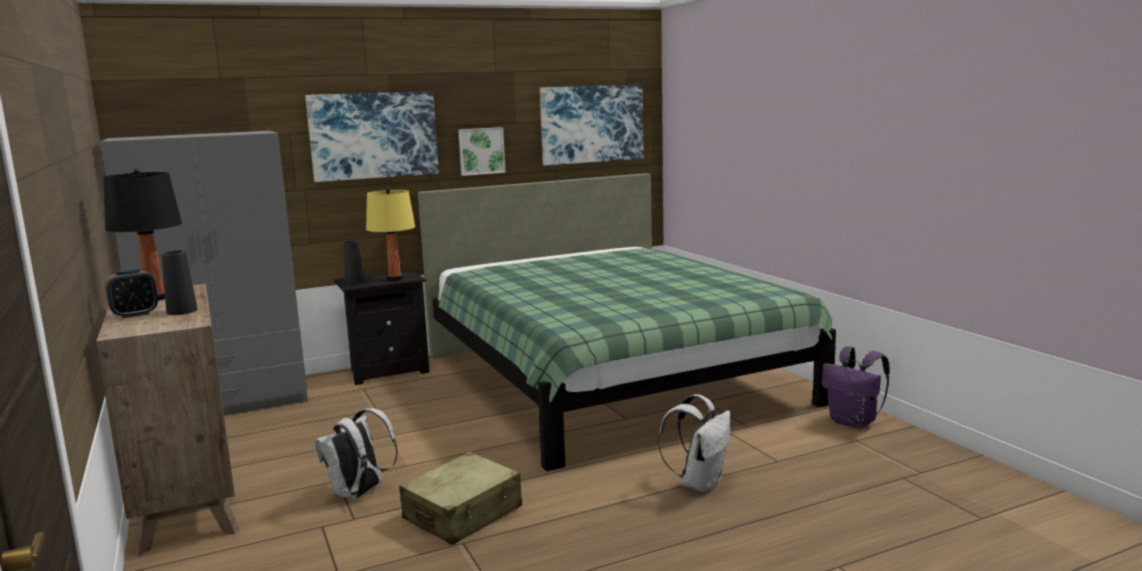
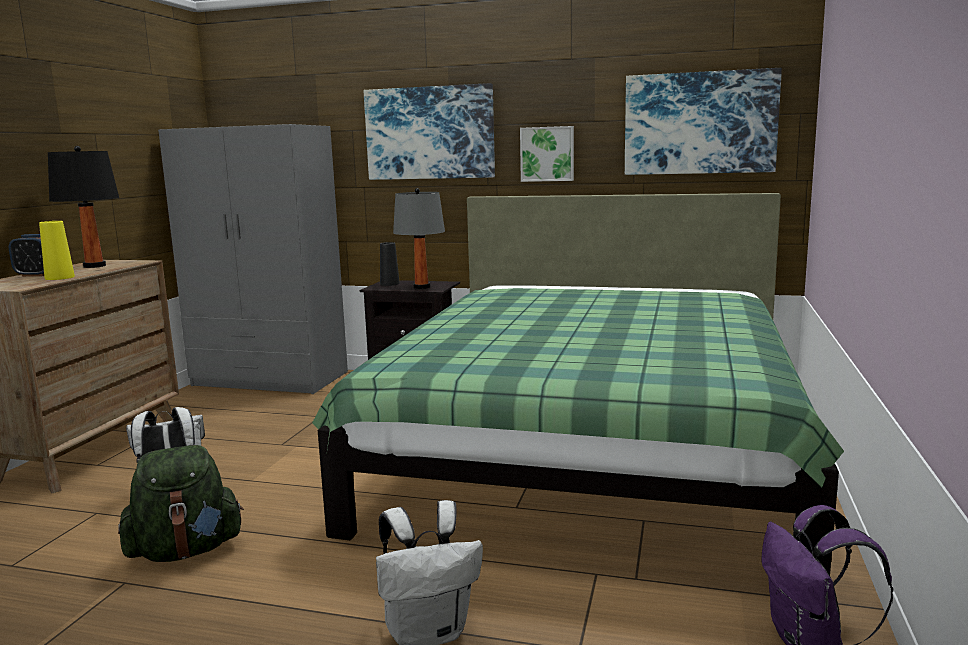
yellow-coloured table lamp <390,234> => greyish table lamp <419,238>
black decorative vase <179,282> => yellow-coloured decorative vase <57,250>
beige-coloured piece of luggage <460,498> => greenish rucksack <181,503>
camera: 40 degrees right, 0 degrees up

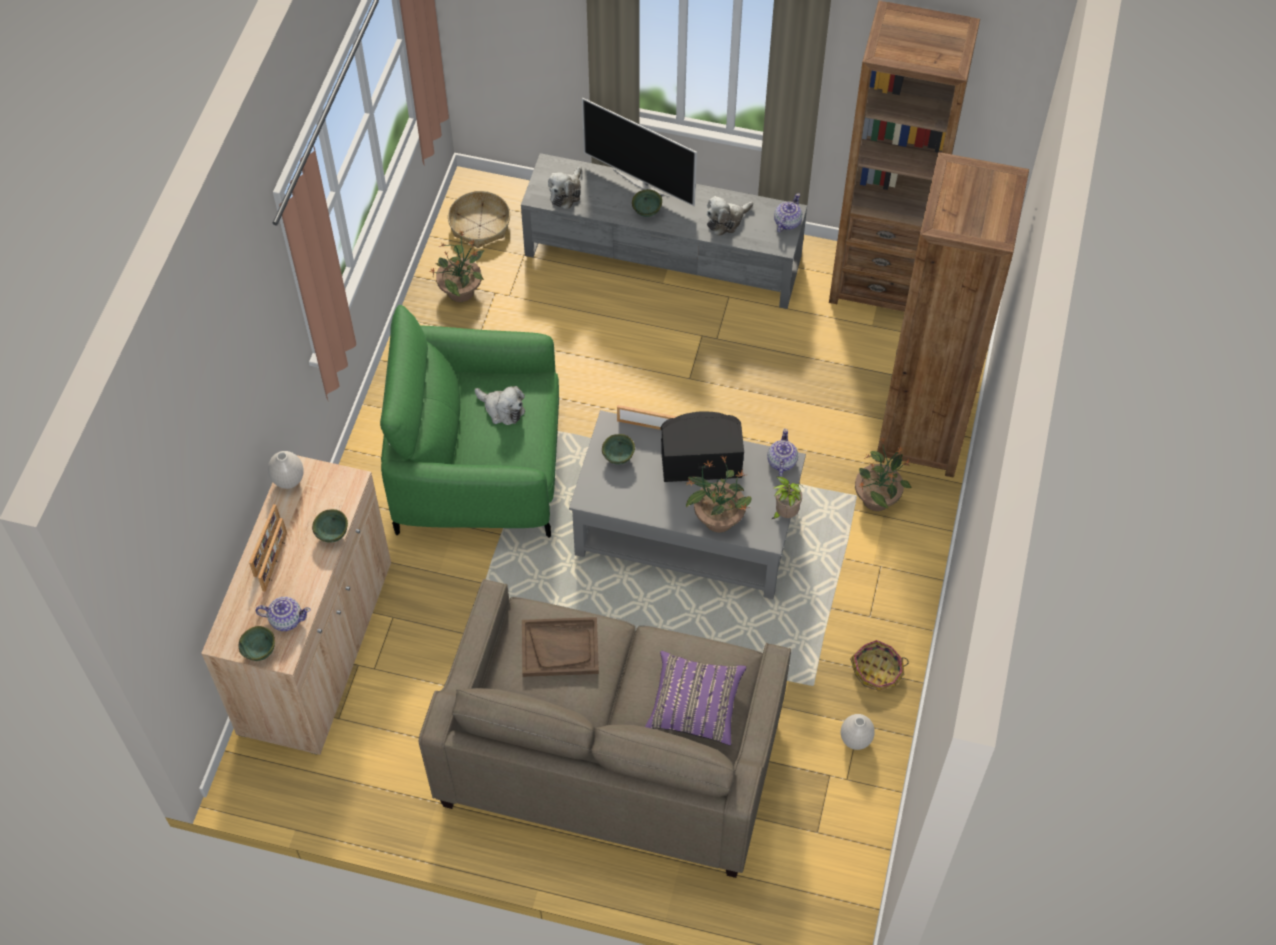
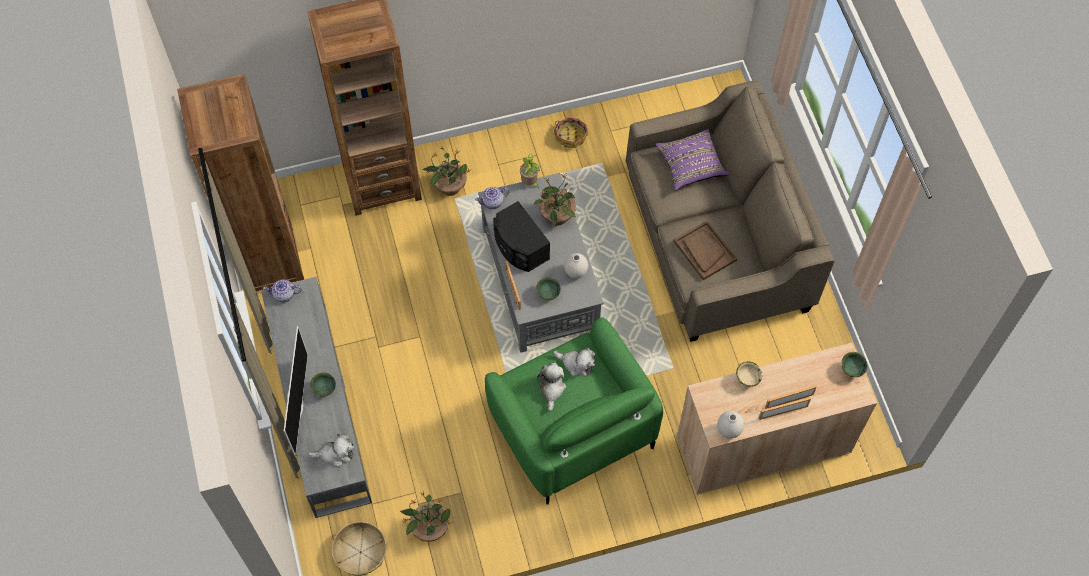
plush toy <730,216> => plush toy <574,362>, shifted
greenish bowl <330,526> => beige-coloured bowl <749,374>
tea pot <283,614> => nothing
white decorative vase <858,732> => white decorative vase <576,266>, shifted
camera: 120 degrees left, 5 degrees up

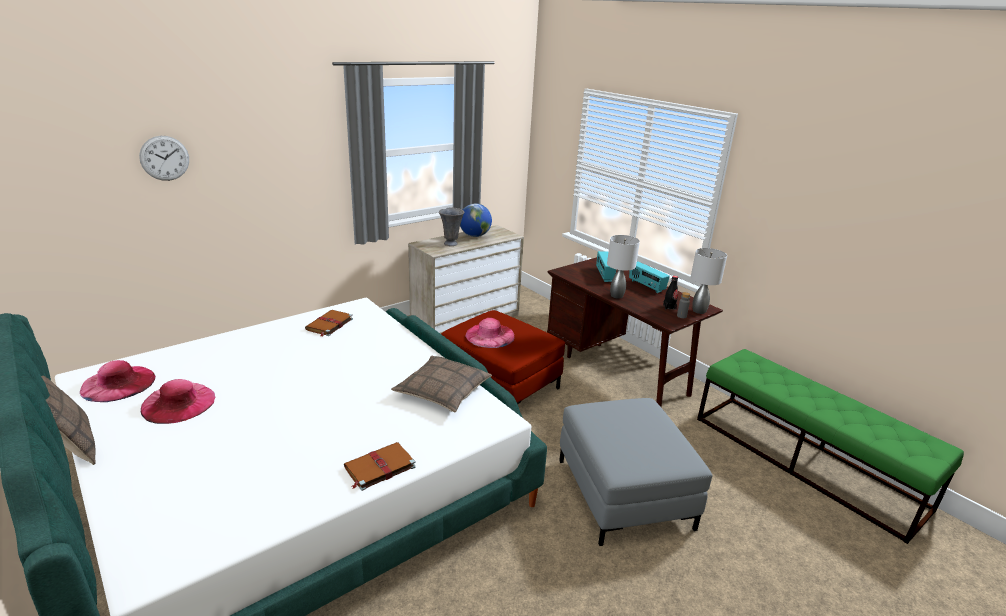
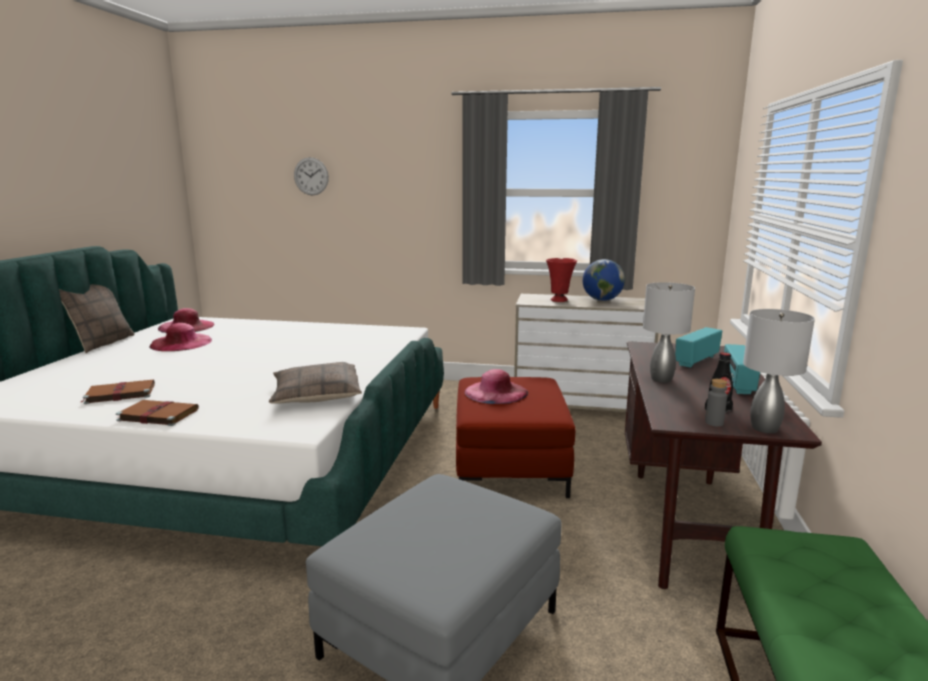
greyish decorative vase <451,227> => red-coloured decorative vase <561,280>
brownish volume <329,323> => brownish volume <118,392>, shifted
camera: 50 degrees right, 10 degrees down

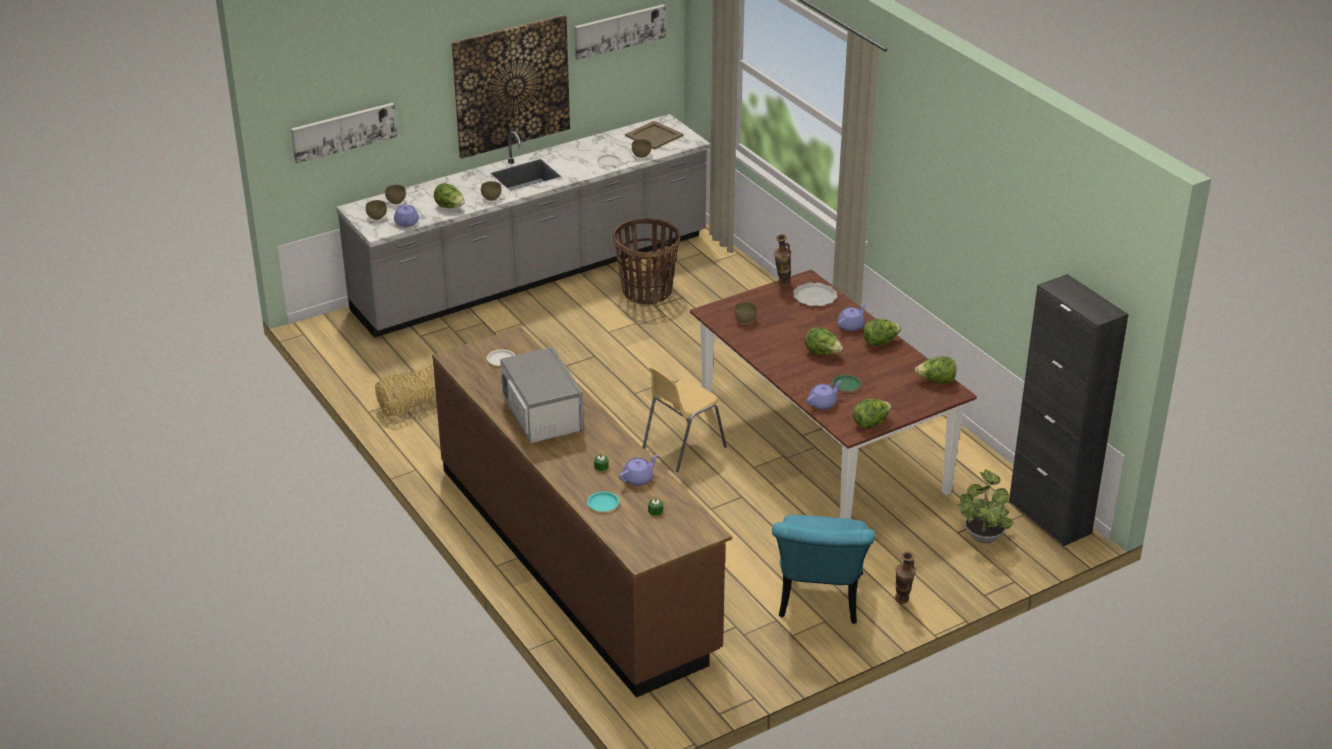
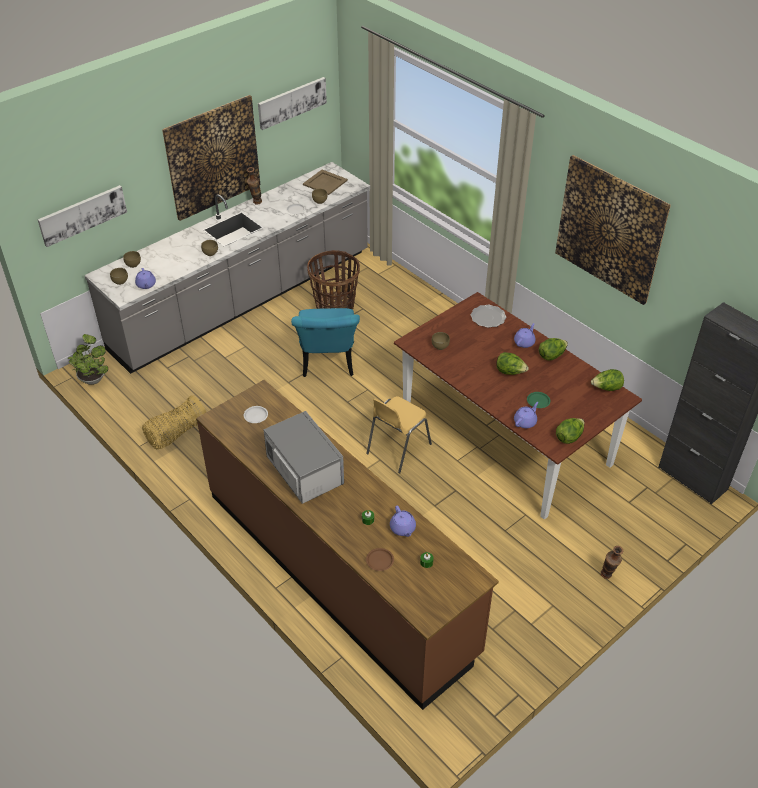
lettuce head <449,195> => nothing
decorative vase <782,260> => decorative vase <254,186>, shifted
purplish tea pot <638,470> => purplish tea pot <403,521>, 120 degrees clockwise
plant in a pot <985,506> => plant in a pot <88,359>, shifted
blue-green dinner plate <603,501> => brownish dinner plate <380,559>
blue-green chair <823,569> => blue-green chair <325,342>, shifted
nothing => picture <613,230>
camera: 10 degrees left, 10 degrees up

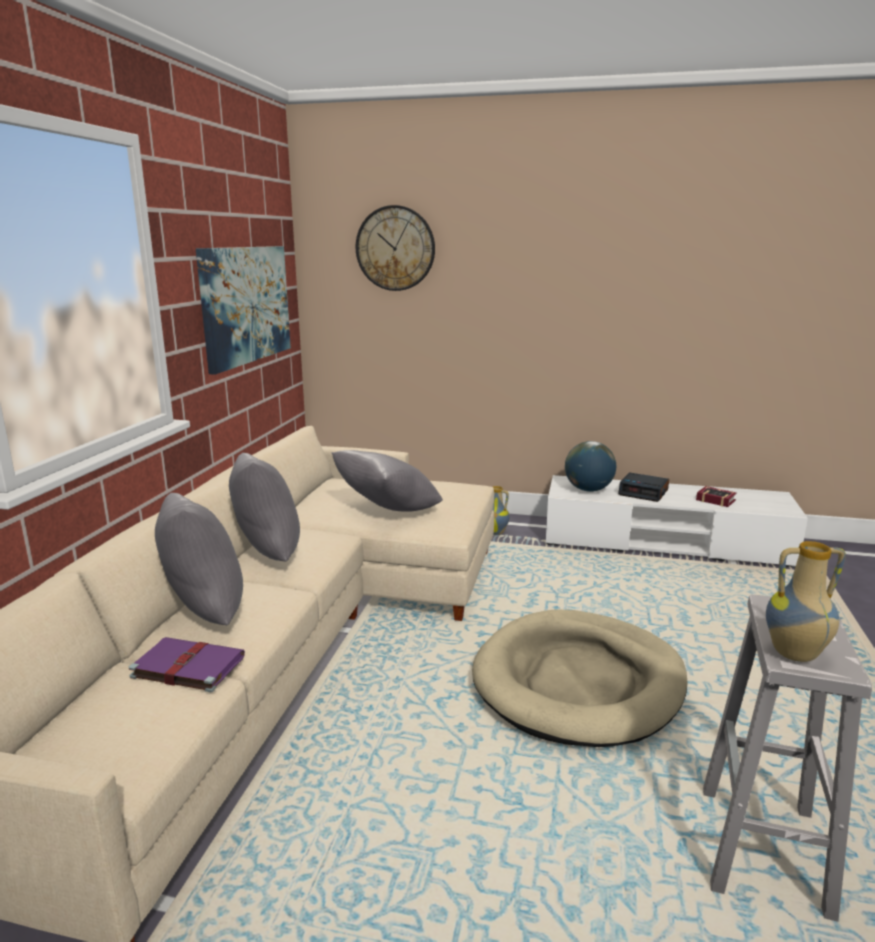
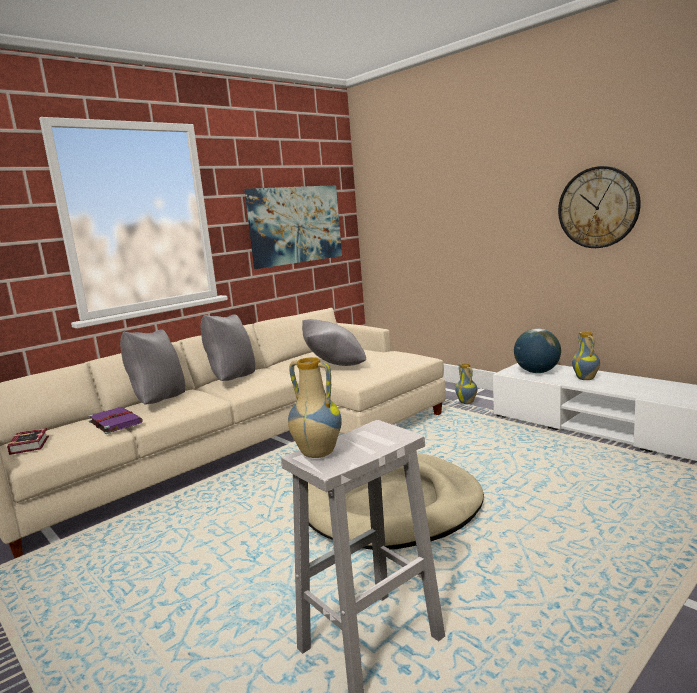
clock on the wall <395,248> => clock on the wall <599,207>, shifted
bedside clock <643,487> => decorative vase <586,356>
volume <716,496> => volume <28,441>, shifted
camera: 35 degrees right, 5 degrees down

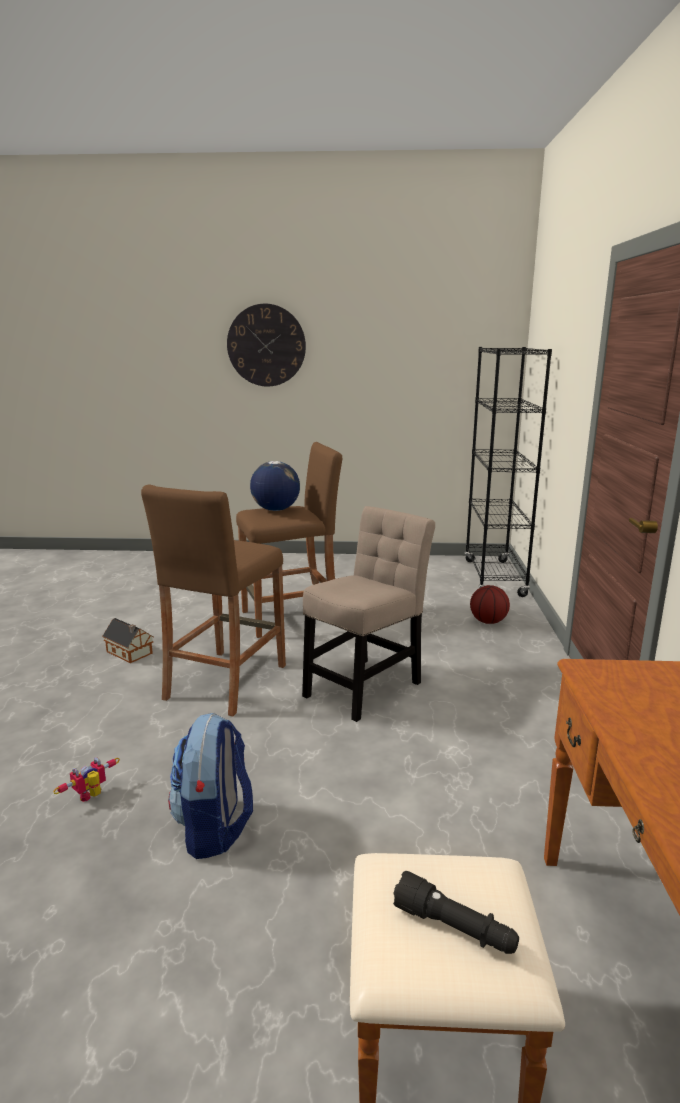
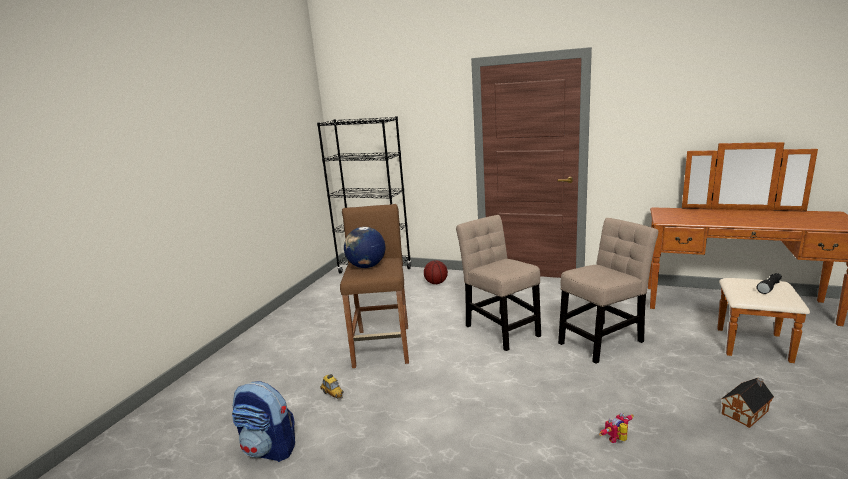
clock on the wall <266,345> => nothing
brownish stool seat <213,600> => nothing
model house <127,640> => model house <747,403>, shifted
rucksack <210,786> => rucksack <263,421>, shifted
model robot <86,779> => model robot <616,428>, 90 degrees clockwise
nothing => beige-coloured chair <608,291>
nothing => miniature car <332,386>
camera: 70 degrees left, 0 degrees up

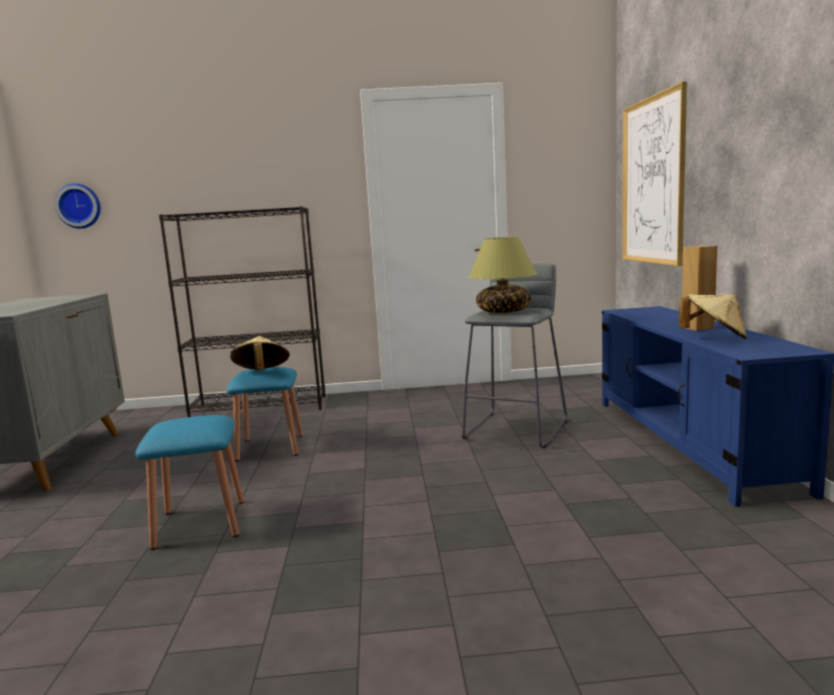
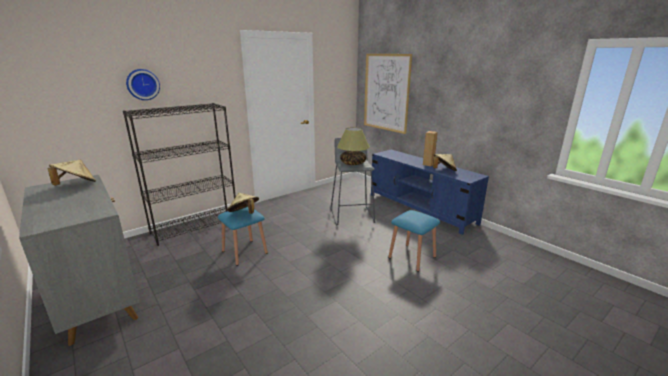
clock on the wall <78,206> => clock on the wall <143,84>, shifted
blue stool seat <189,482> => blue stool seat <414,241>, shifted
nothing => beige-coloured hat <72,172>
camera: 35 degrees left, 10 degrees up

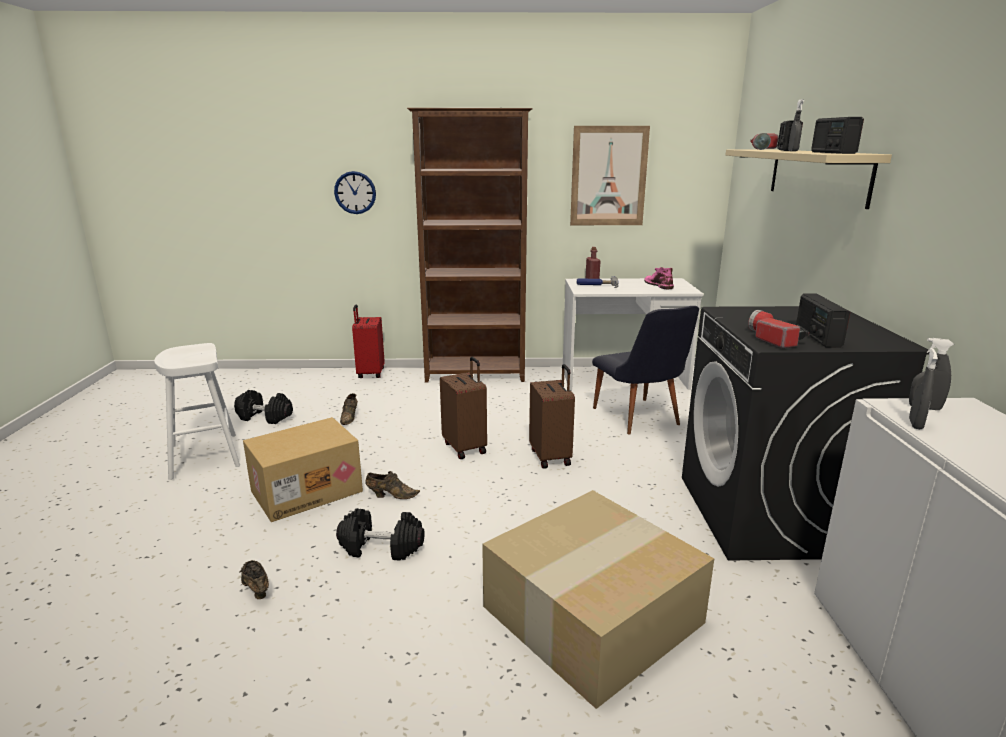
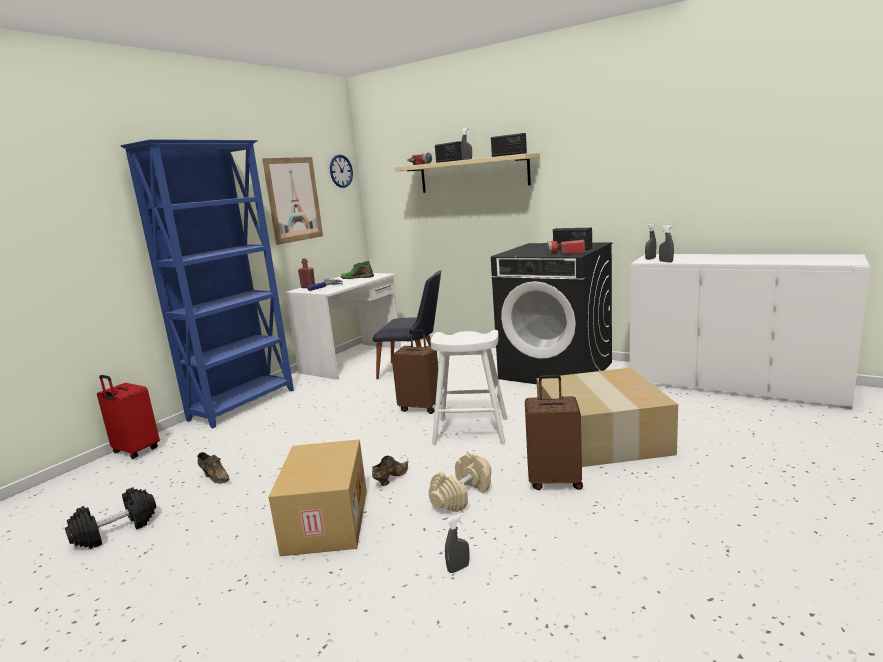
brownish shelving unit <470,245> => blue shelving unit <207,283>
clock on the wall <355,192> => clock on the wall <341,171>, shifted
pinkish high-top boot <659,278> => greenish high-top boot <357,270>
white stool seat <197,411> => white stool seat <469,387>, shifted
brownish piece of luggage <463,408> => brownish piece of luggage <554,432>, shifted
black dumbbell <380,535> => beige-coloured dumbbell <460,482>
brownish shoe <254,579> => greyish hand sprayer <457,543>
camera: 55 degrees left, 5 degrees down

